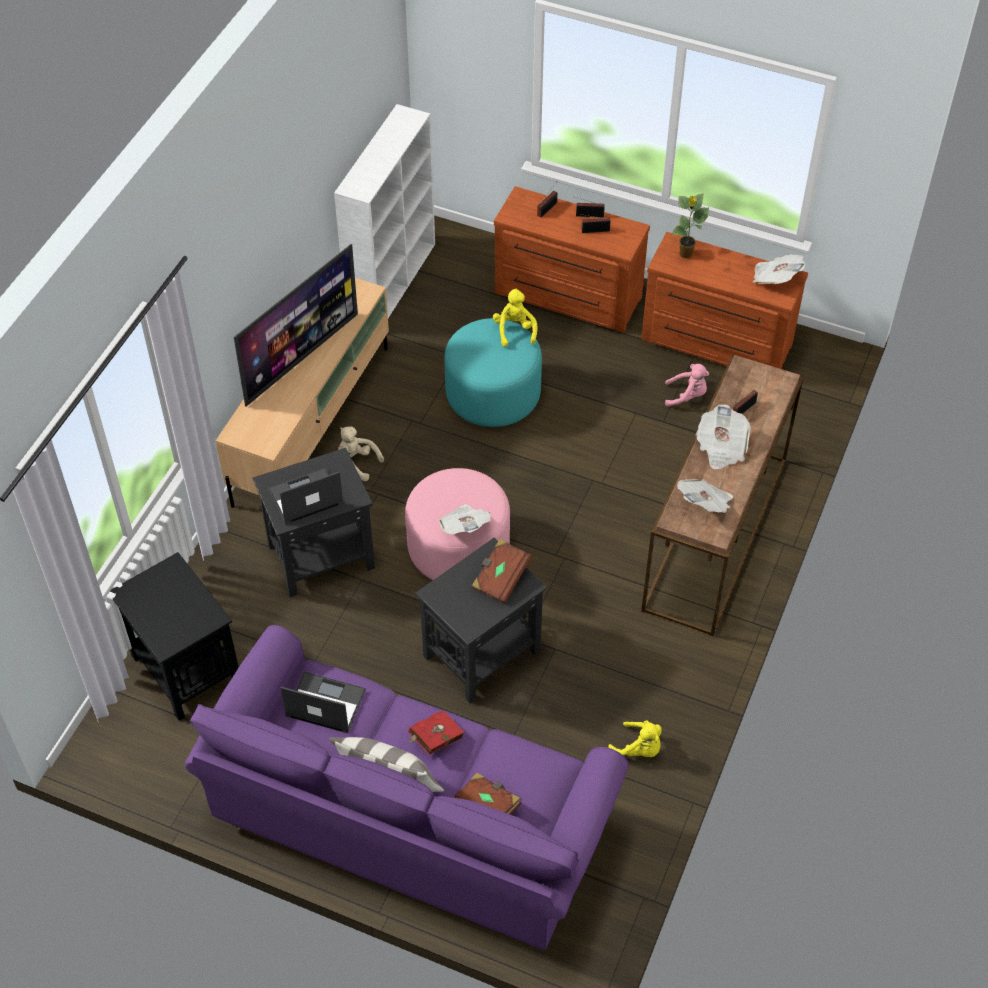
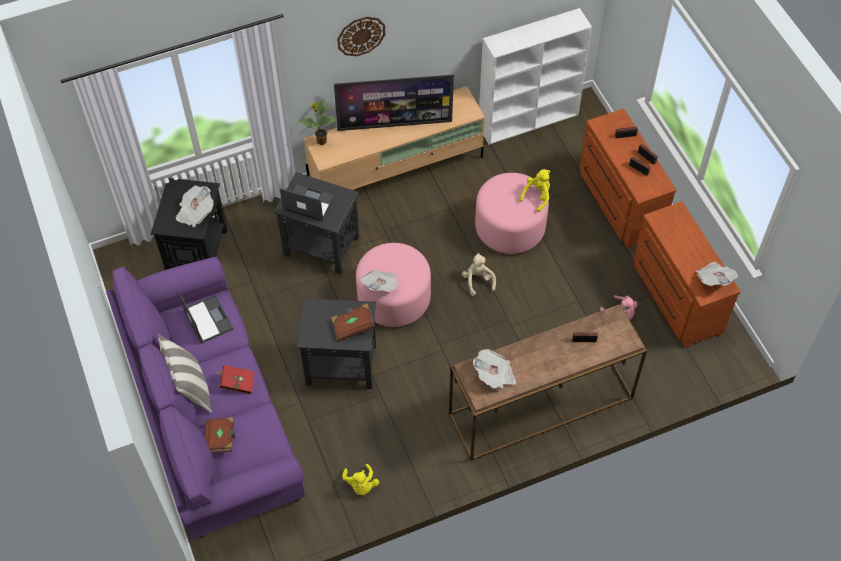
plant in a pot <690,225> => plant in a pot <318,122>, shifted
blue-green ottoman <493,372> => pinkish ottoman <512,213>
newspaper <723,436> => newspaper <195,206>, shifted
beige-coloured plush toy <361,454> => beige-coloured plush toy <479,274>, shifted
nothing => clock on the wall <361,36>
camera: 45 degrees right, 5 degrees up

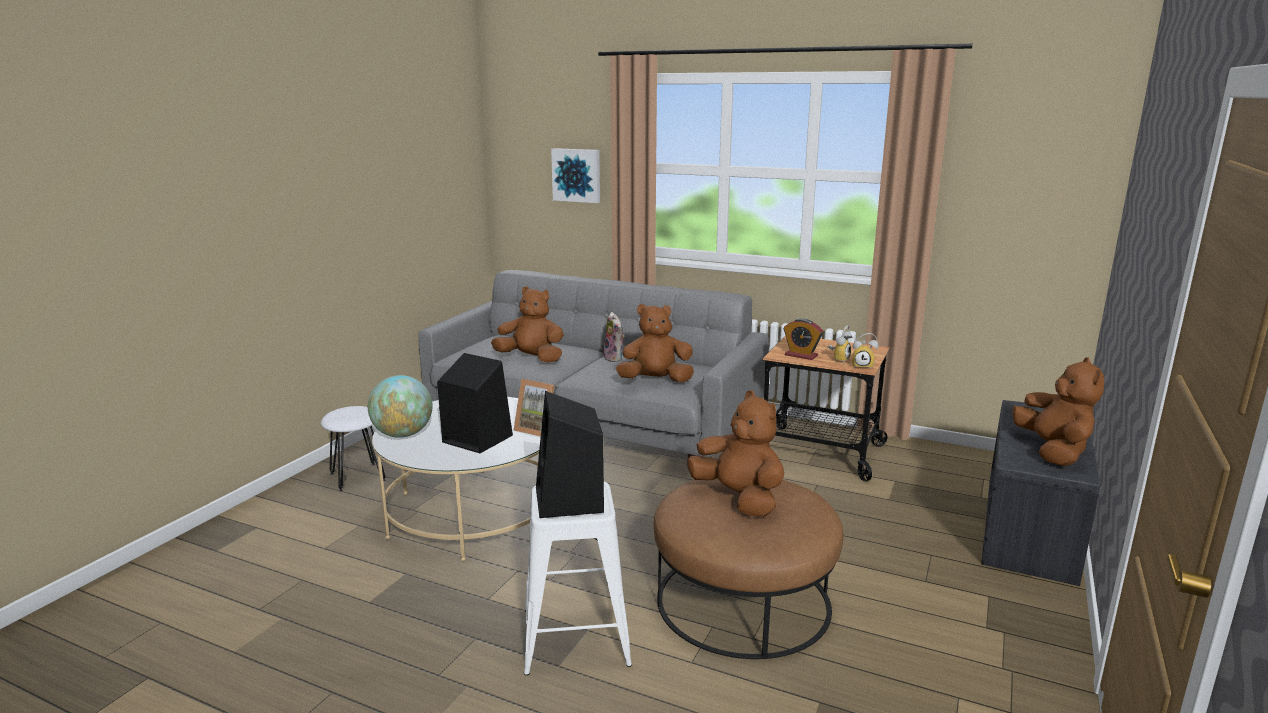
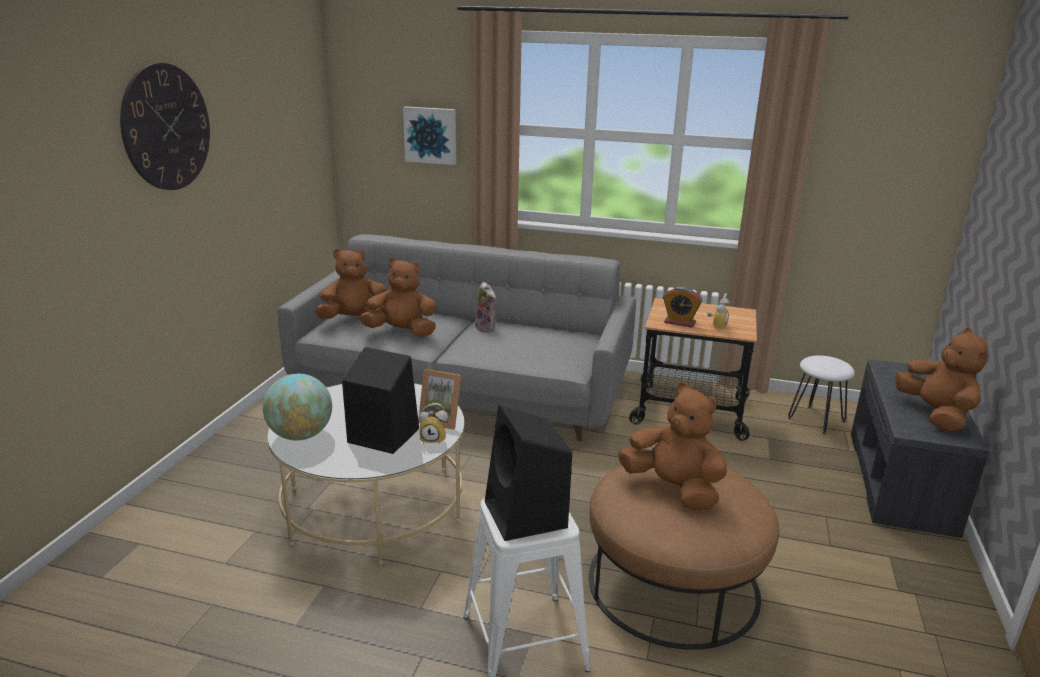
brownish plush toy <655,343> => brownish plush toy <351,284>, shifted
bedside clock <865,351> => bedside clock <433,423>, shifted
white stool seat <353,448> => white stool seat <821,394>, shifted
nothing => clock on the wall <165,126>
camera: 10 degrees left, 5 degrees up

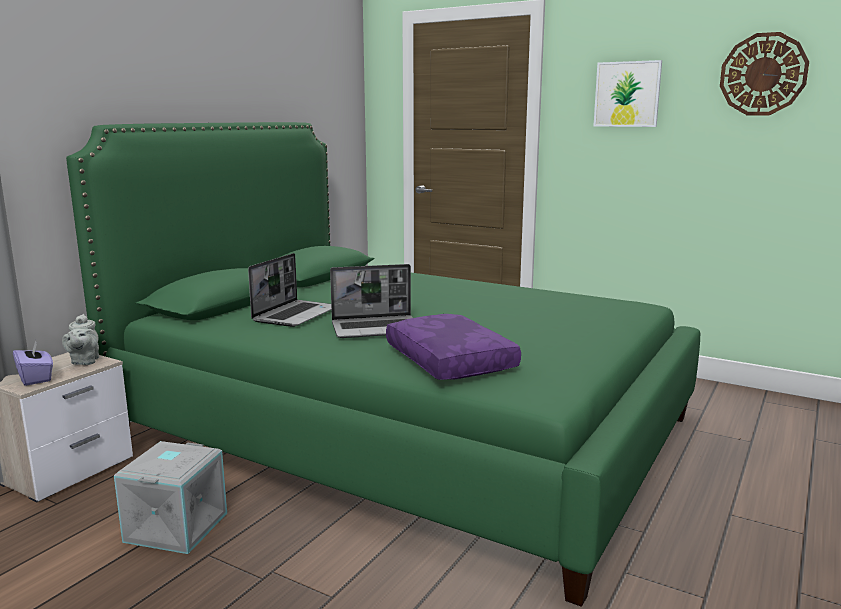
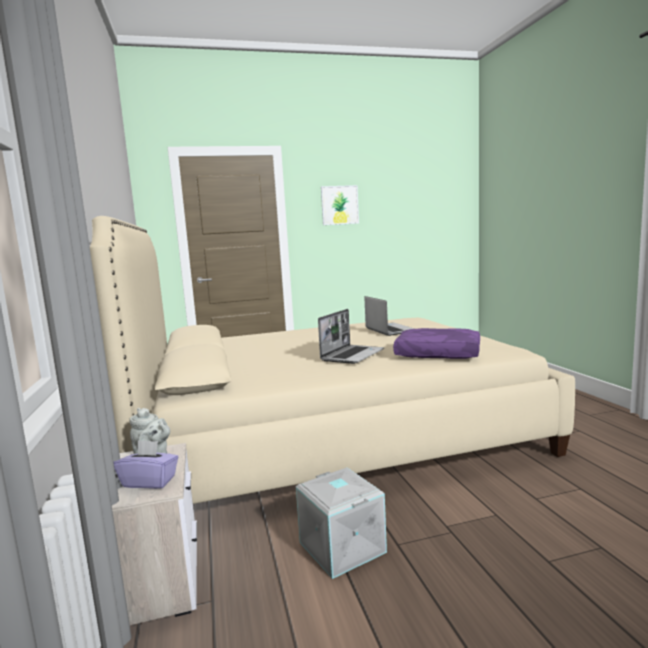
clock on the wall <764,73> => nothing
greenish bedroom bed <383,364> => beige-coloured bedroom bed <332,360>
portable computer <289,290> => portable computer <389,316>, shifted
camera: 45 degrees left, 5 degrees down

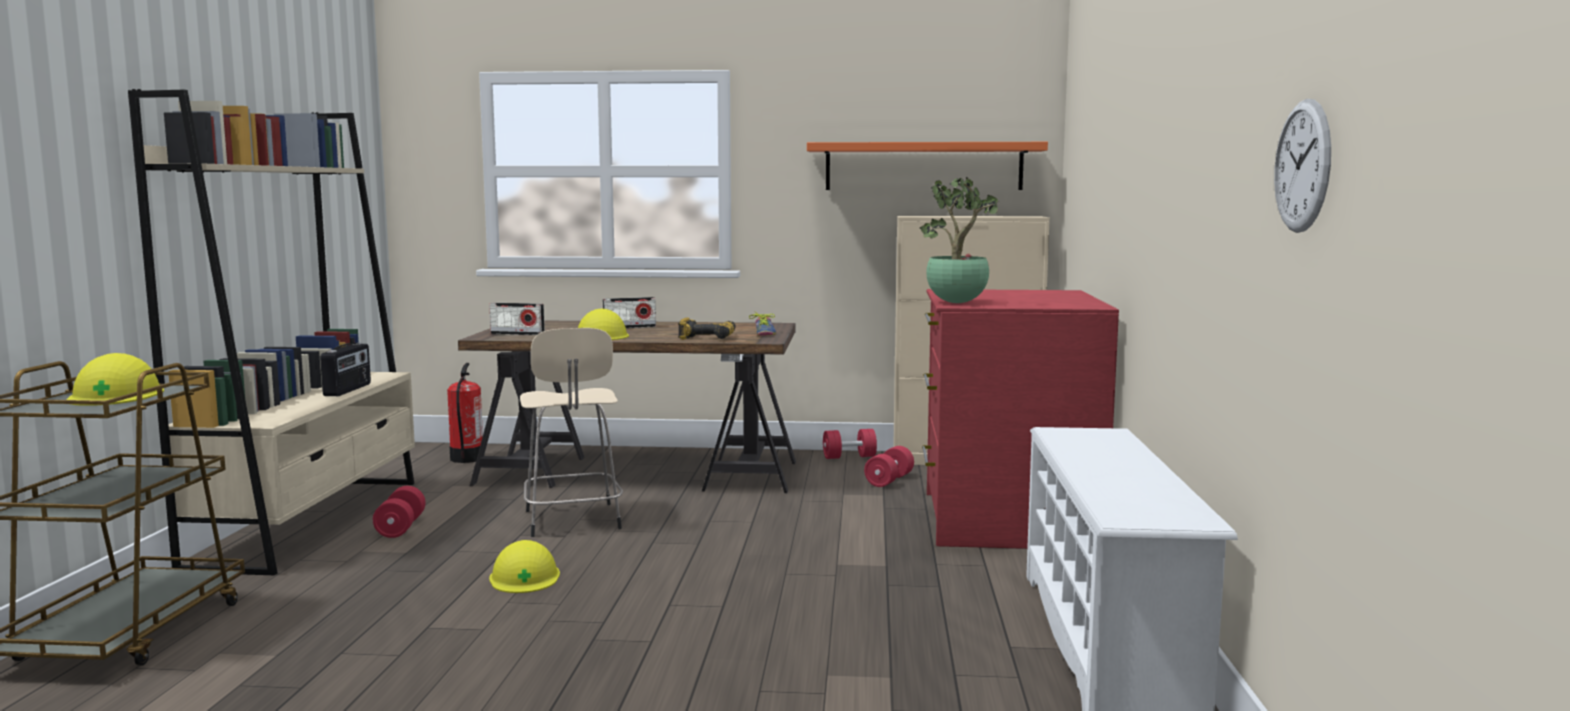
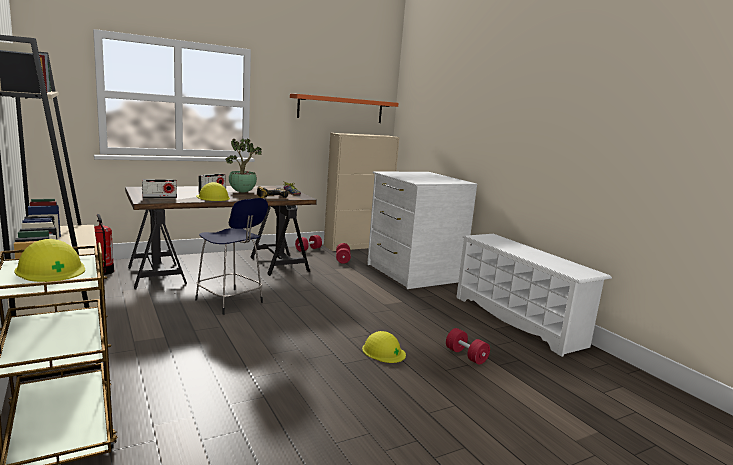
clock on the wall <1302,166> => nothing
plant in a pot <959,240> => plant in a pot <243,165>, shifted
red-coloured dresser <1020,419> => white dresser <422,230>
beige-coloured stool seat <571,432> => blue stool seat <231,256>
radio <345,369> => nothing
red-coloured dumbbell <399,512> => red-coloured dumbbell <468,346>, shifted
yellow-coloured work helmet <524,566> => yellow-coloured work helmet <384,347>, shifted
camera: 35 degrees left, 5 degrees up

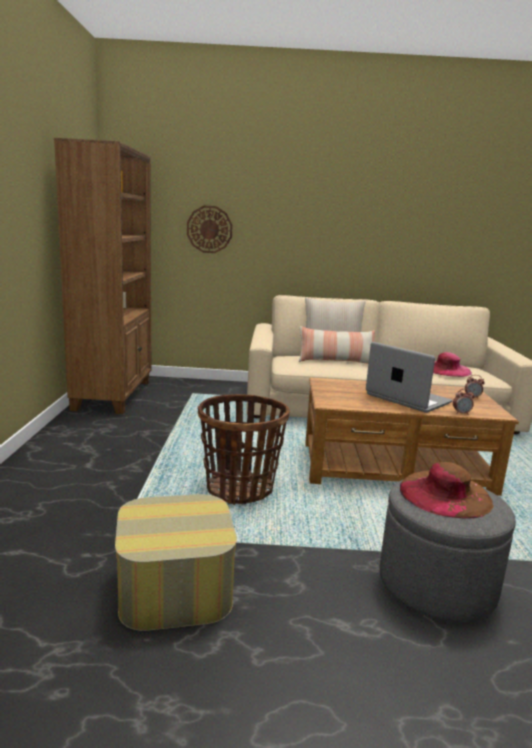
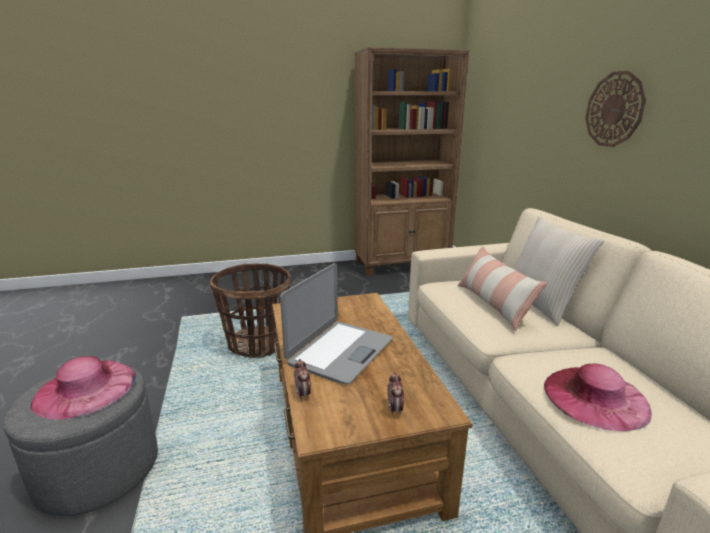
clock on the wall <210,229> => clock on the wall <615,109>, shifted
brownish hat <446,490> => pinkish hat <83,387>
ottoman <176,562> => nothing
camera: 75 degrees right, 5 degrees up

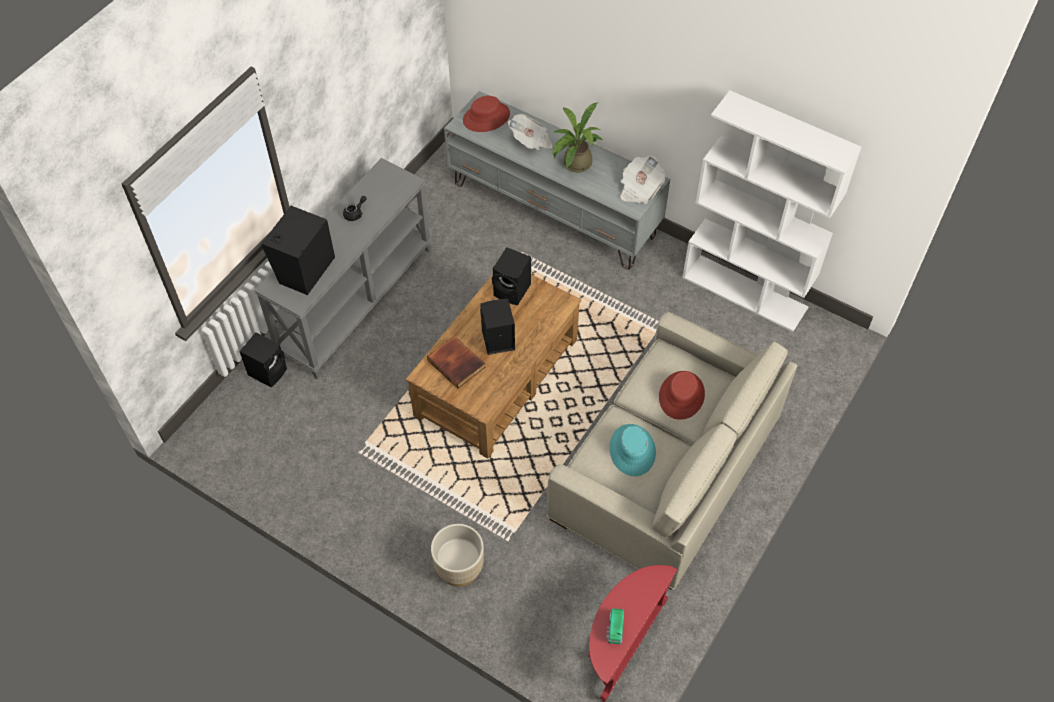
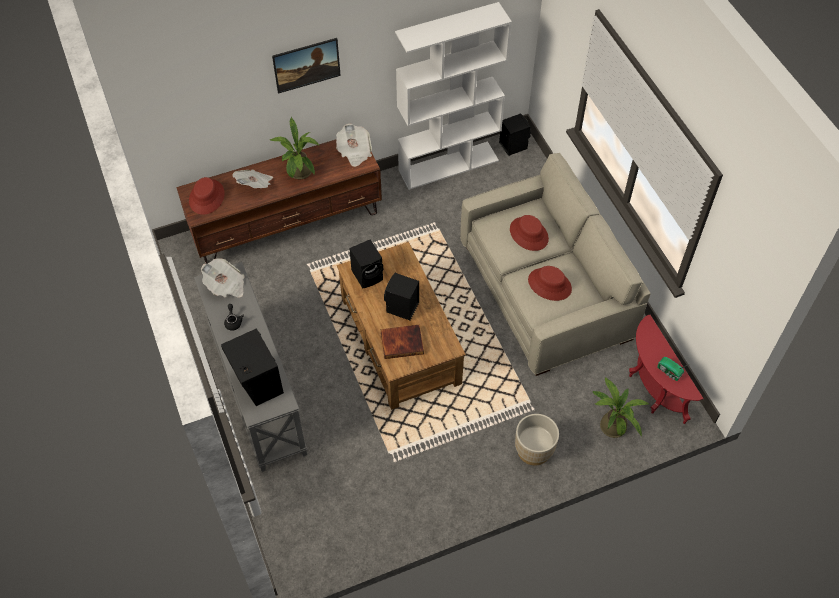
greyish tv stand <557,180> => brownish tv stand <279,201>
black loudspeaker <263,359> => black loudspeaker <515,134>, shifted
blue-green hat <632,450> => red-coloured hat <550,283>
nothing => picture <306,66>
nothing => newspaper <223,278>
nothing => plant in a pot <621,407>
camera: 55 degrees left, 0 degrees up

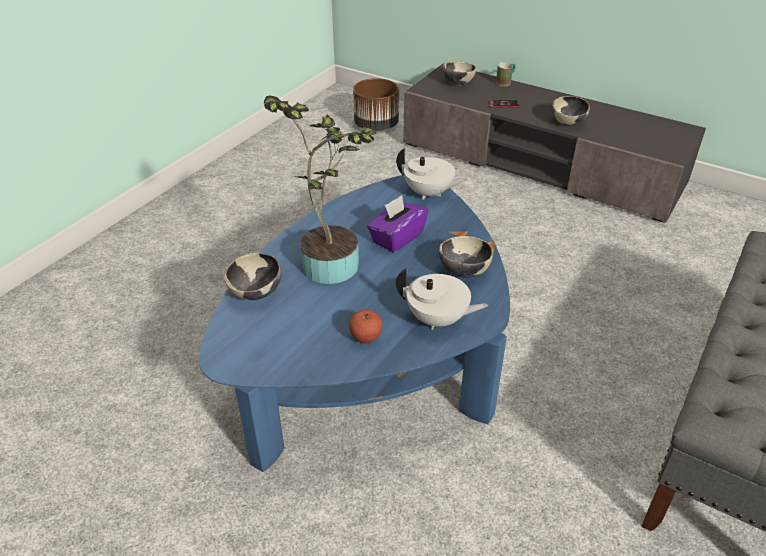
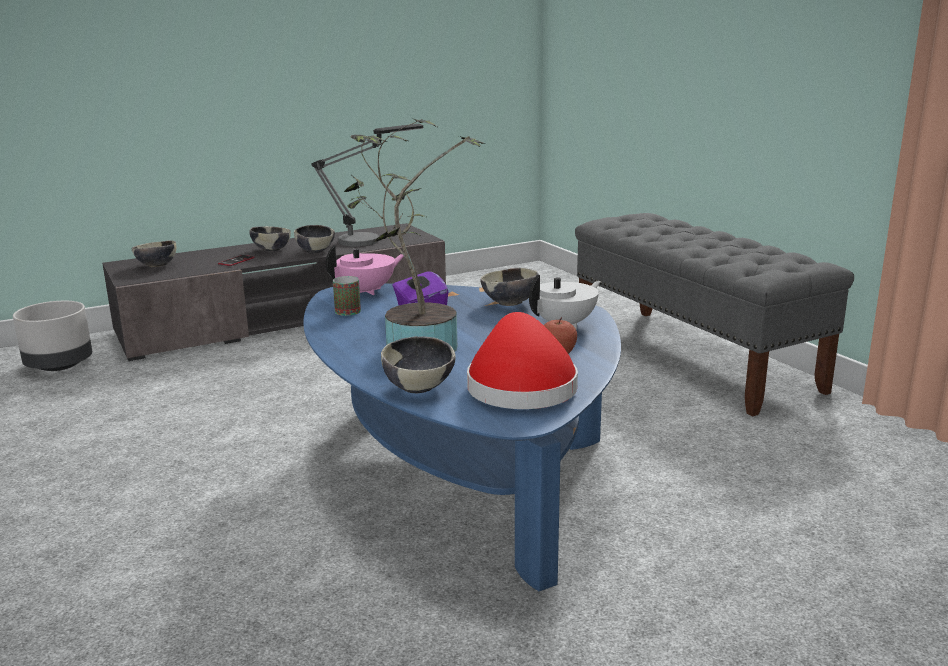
coffee mug <506,74> => coffee mug <347,296>, shifted
brownish flower pot <376,104> => greyish flower pot <52,336>
white tea pot <431,174> => pinkish tea pot <365,270>
nothing => table lamp <367,185>
nothing => bowl <270,238>
nothing => red-coloured hat <522,360>
camera: 60 degrees left, 20 degrees down

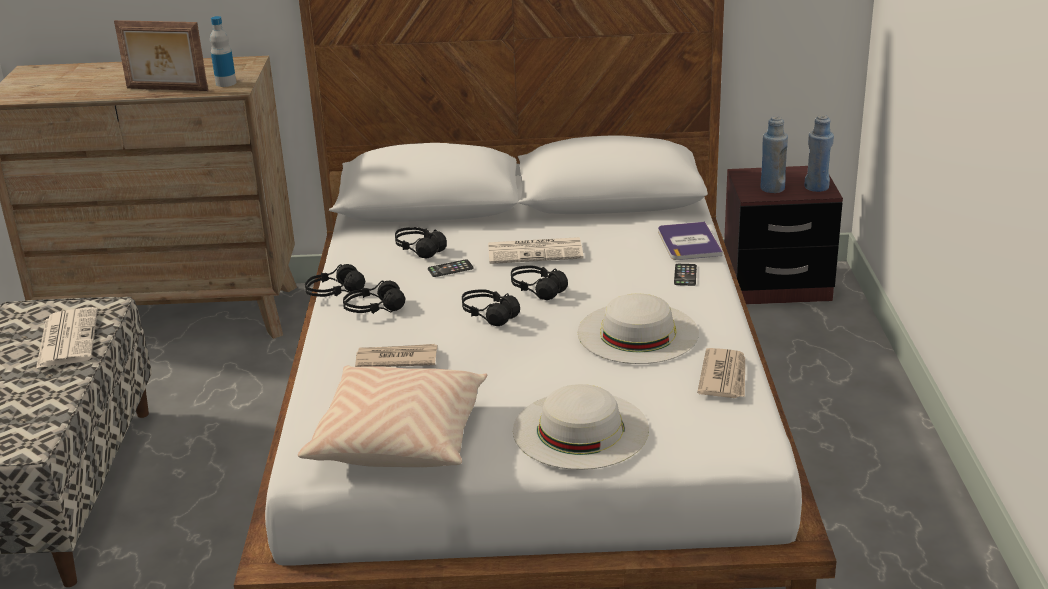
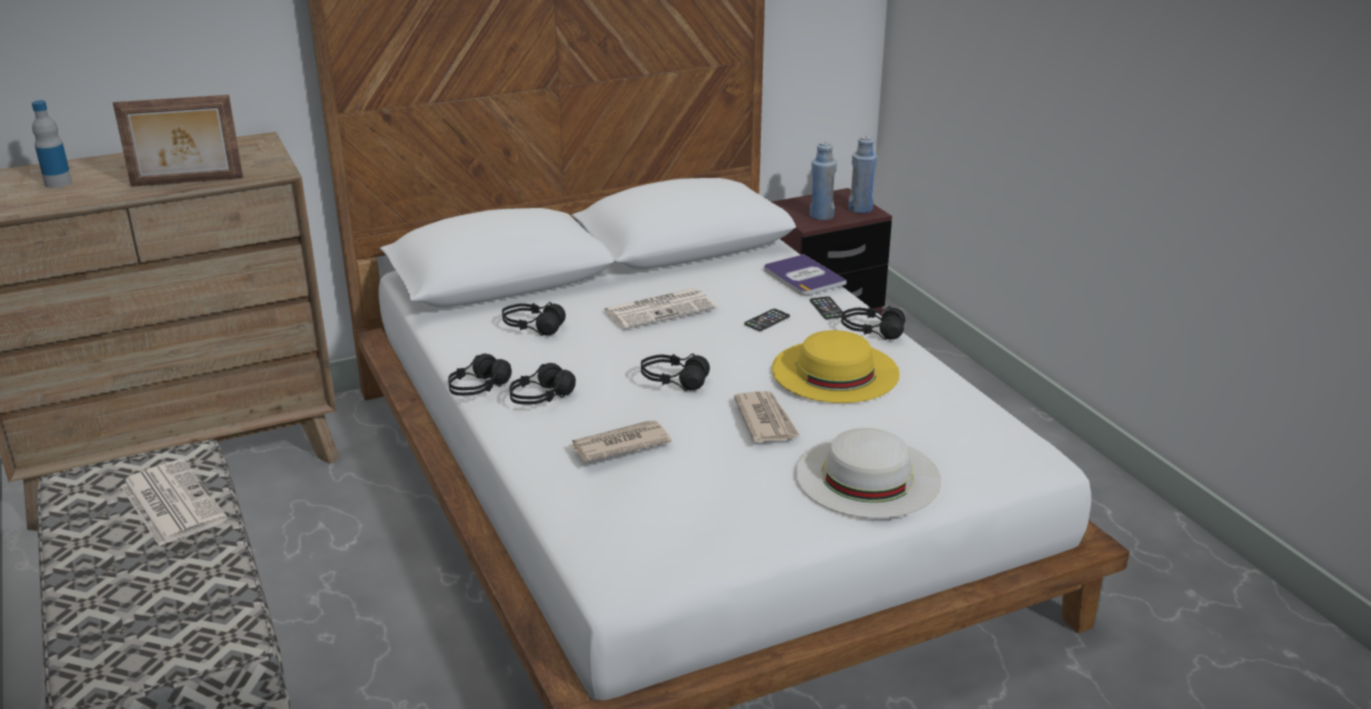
beverage bottle <223,51> => beverage bottle <52,144>, shifted
phone <451,268> => phone <767,320>, shifted
black pair of headphones <539,282> => black pair of headphones <873,323>, shifted
white hat <638,329> => yellow-coloured hat <836,366>
newspaper <721,373> => newspaper <767,416>, shifted
beige-coloured throw pillow <392,416> => nothing
camera: 25 degrees left, 0 degrees up

